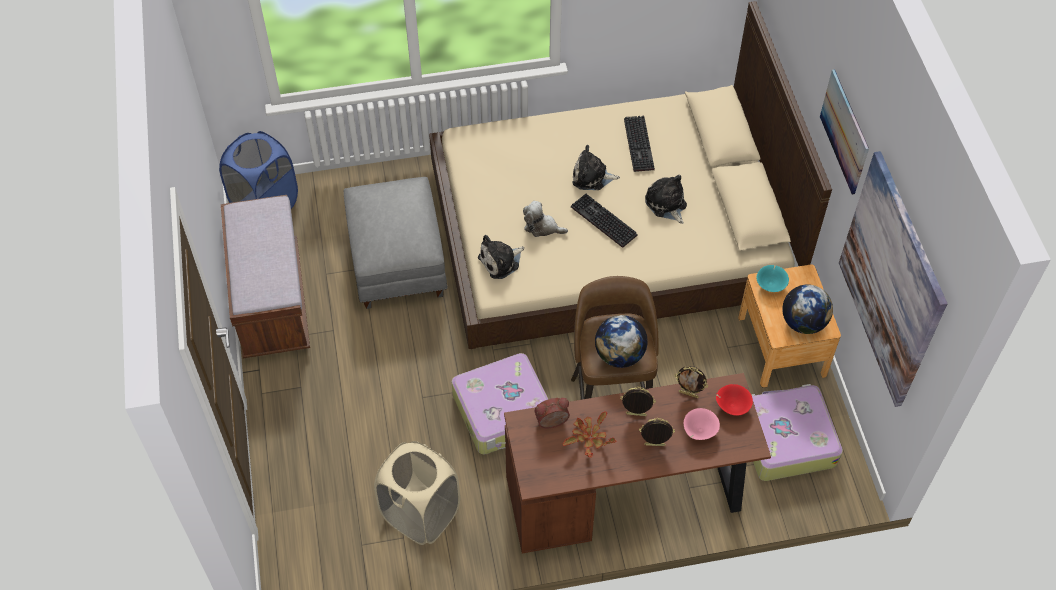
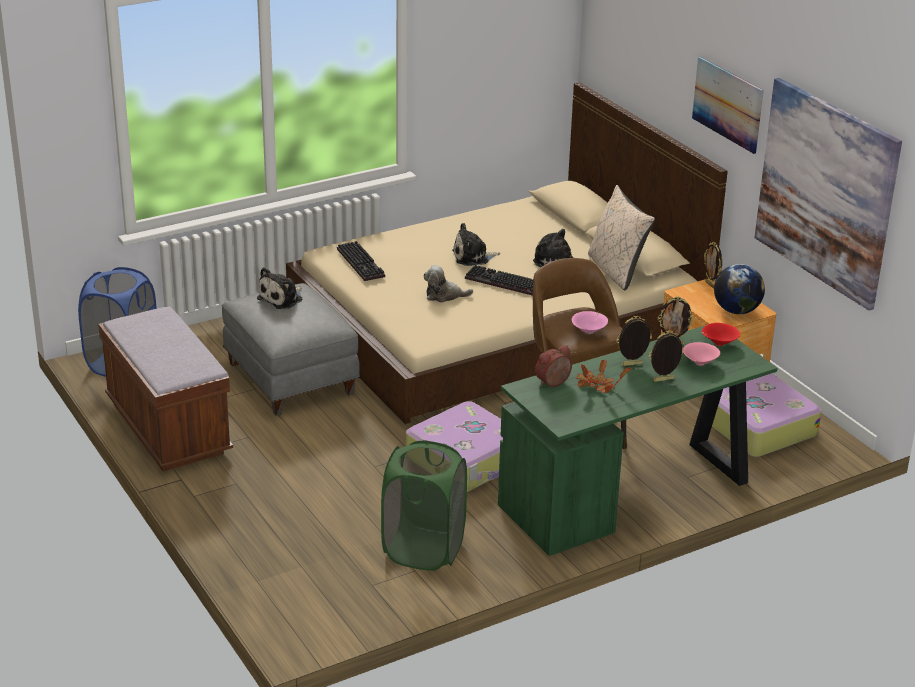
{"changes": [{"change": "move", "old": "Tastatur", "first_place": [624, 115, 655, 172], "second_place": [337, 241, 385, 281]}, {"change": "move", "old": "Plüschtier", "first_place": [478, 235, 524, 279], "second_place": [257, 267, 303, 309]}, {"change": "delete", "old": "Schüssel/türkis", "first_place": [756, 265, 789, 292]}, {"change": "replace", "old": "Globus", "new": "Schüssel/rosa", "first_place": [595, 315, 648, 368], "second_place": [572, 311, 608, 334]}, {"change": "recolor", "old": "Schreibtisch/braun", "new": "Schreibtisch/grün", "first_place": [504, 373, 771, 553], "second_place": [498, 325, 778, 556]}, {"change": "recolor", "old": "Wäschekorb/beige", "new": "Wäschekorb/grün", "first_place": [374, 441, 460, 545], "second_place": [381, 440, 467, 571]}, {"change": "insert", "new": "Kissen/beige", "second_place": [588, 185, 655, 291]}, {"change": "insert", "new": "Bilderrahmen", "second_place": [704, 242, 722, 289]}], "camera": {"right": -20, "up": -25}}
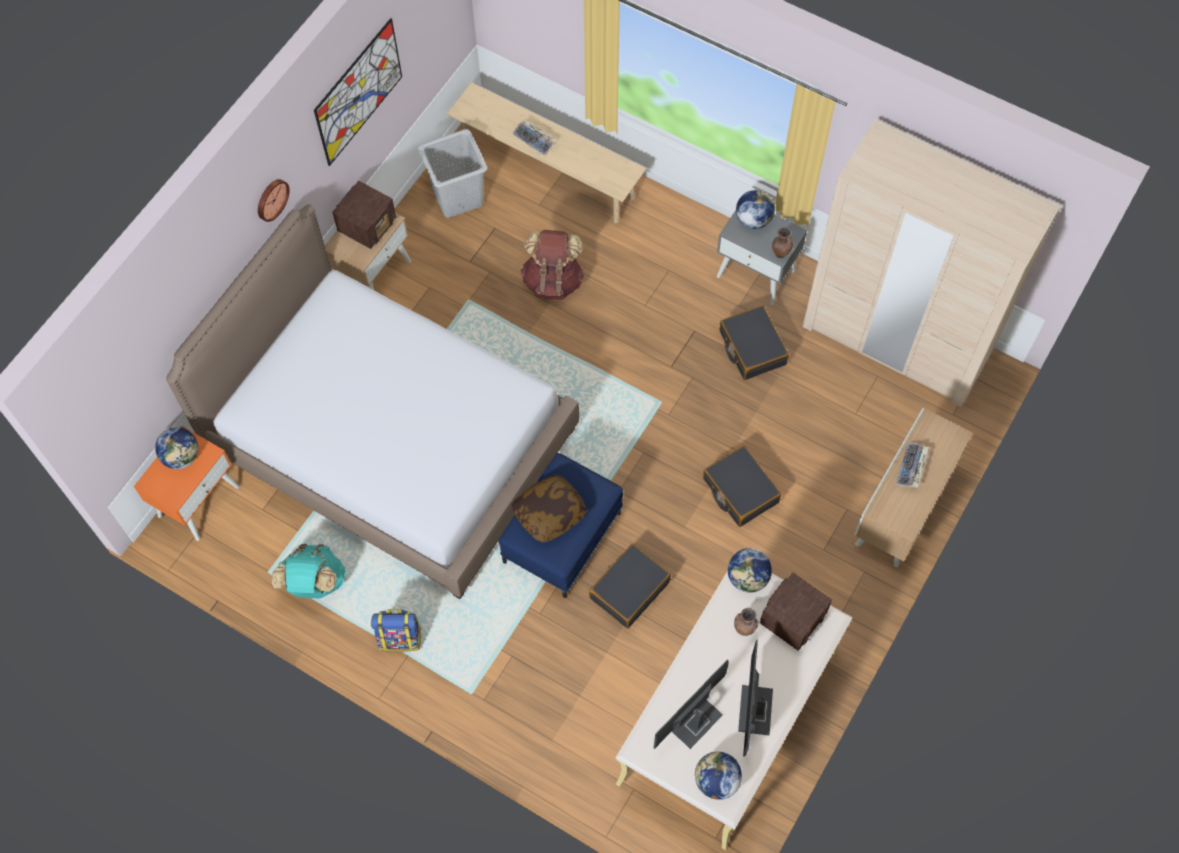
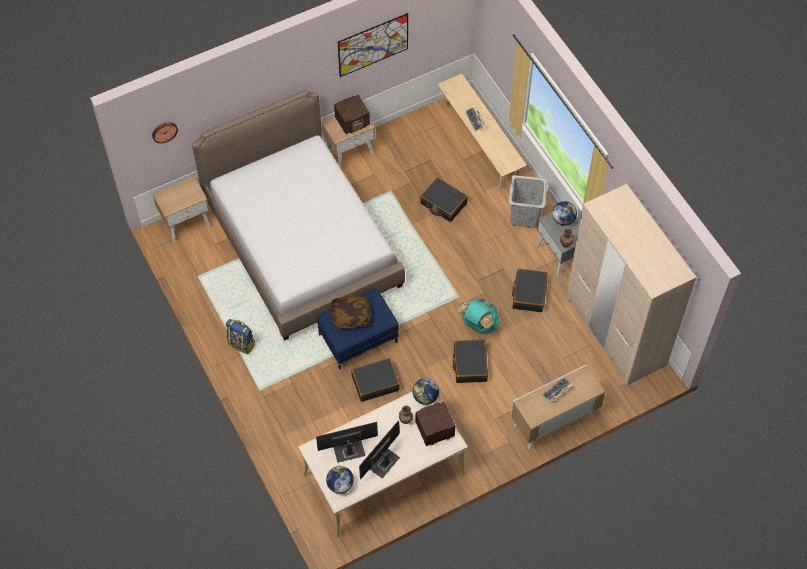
{"changes": [{"change": "move", "old": "Wäschekorb/grau", "first_place": [418, 129, 487, 218], "second_place": [509, 175, 547, 228]}, {"change": "move", "old": "Wanduhr", "first_place": [258, 179, 289, 222], "second_place": [152, 122, 178, 143]}, {"change": "replace", "old": "Rucksack/braun", "new": "Koffer/schwarz", "first_place": [521, 230, 584, 300], "second_place": [420, 177, 468, 222]}, {"change": "recolor", "old": "Nachttisch/orange", "new": "Nachttisch/beige", "first_place": [134, 426, 240, 541], "second_place": [152, 176, 211, 243]}, {"change": "delete", "old": "Globus", "first_place": [155, 427, 198, 469]}, {"change": "move", "old": "Rucksack/türkis", "first_place": [272, 544, 346, 598], "second_place": [458, 299, 500, 333]}], "camera": {"right": 30, "up": -5}}
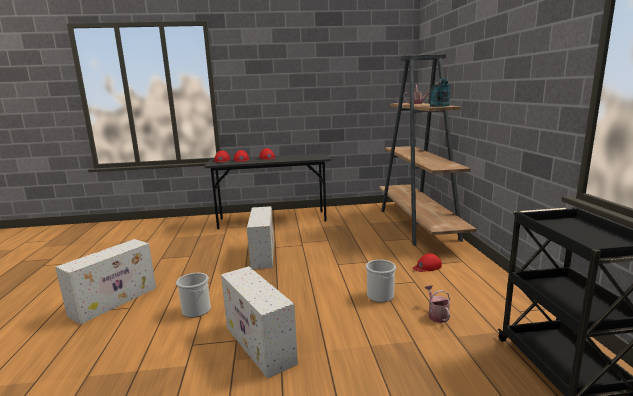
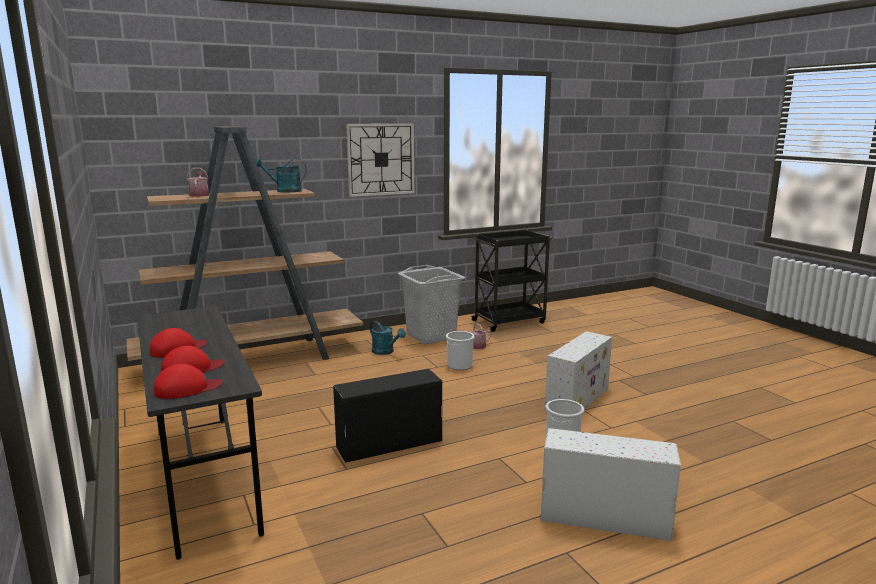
{"changes": [{"change": "recolor", "old": "Aufbewahrungsbox/weiß", "new": "Aufbewahrungsbox/schwarz", "first_place": [247, 206, 274, 269], "second_place": [333, 369, 442, 463]}, {"change": "replace", "old": "Kappe/rot", "new": "Gießkanne/türkis", "first_place": [413, 253, 442, 272], "second_place": [370, 321, 406, 355]}, {"change": "insert", "new": "Wanduhr", "second_place": [346, 123, 414, 197]}, {"change": "insert", "new": "Wäschekorb/grau", "second_place": [398, 265, 465, 344]}], "camera": {"right": -110, "up": 0}}
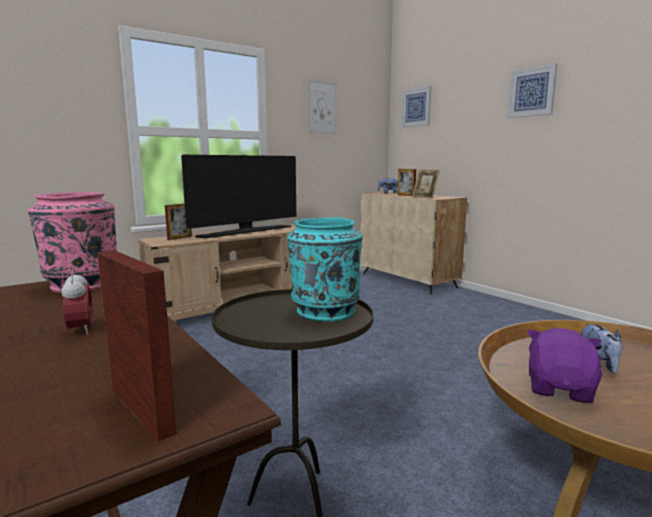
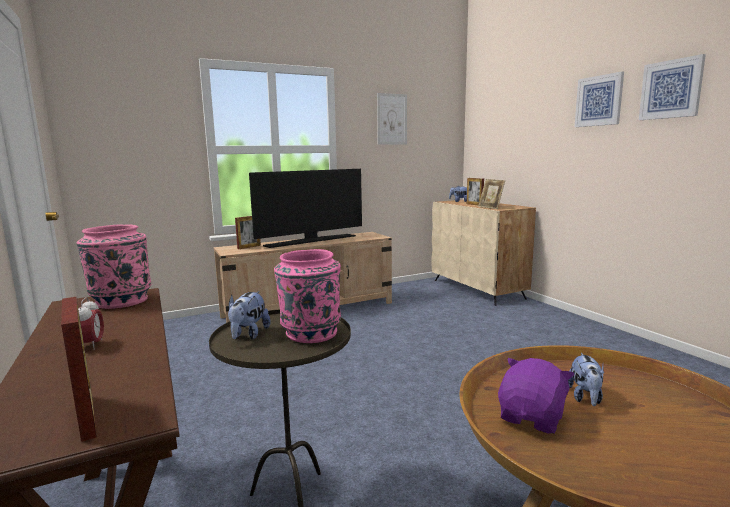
{"changes": [{"change": "move", "old": "Bild", "first_place": [401, 86, 432, 127], "second_place": [639, 54, 706, 120]}, {"change": "recolor", "old": "Vase/türkis", "new": "Vase/rosa", "first_place": [287, 217, 363, 322], "second_place": [274, 249, 341, 343]}, {"change": "insert", "new": "Plüschtier", "second_place": [228, 291, 271, 339]}], "camera": {"right": 10, "up": 0}}
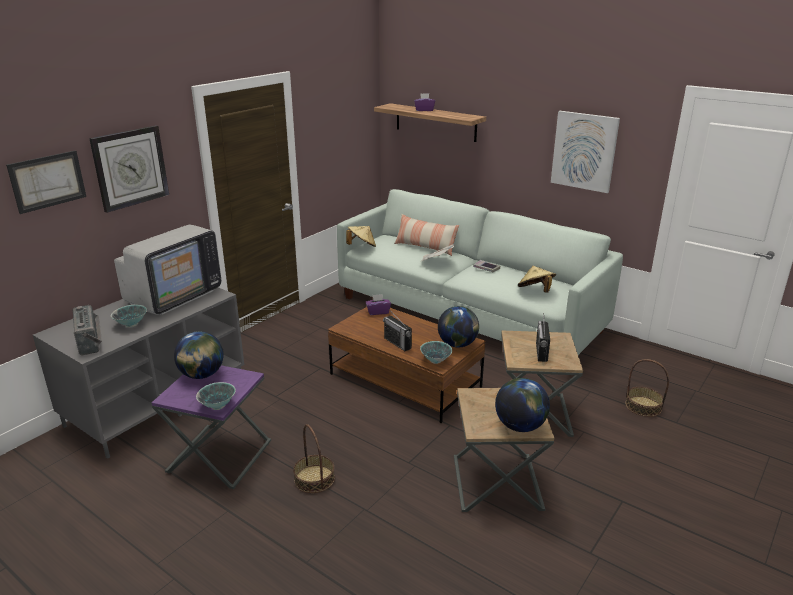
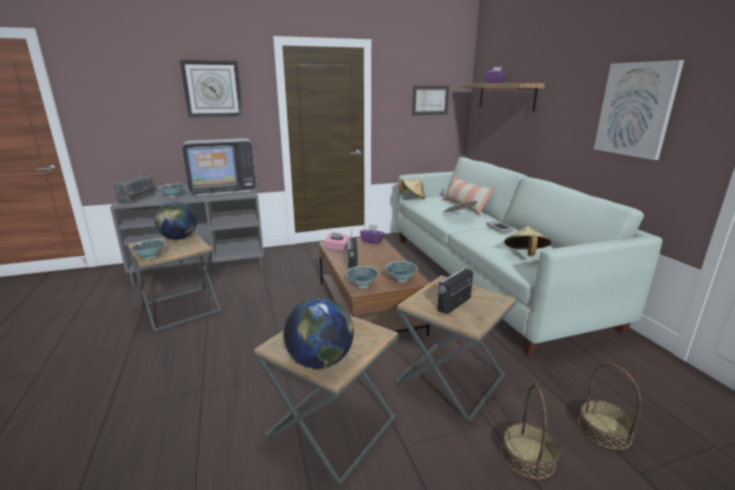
{"changes": [{"change": "move", "old": "Bild", "first_place": [6, 150, 86, 214], "second_place": [412, 86, 449, 115]}, {"change": "replace", "old": "Globus", "new": "Schüssel", "first_place": [438, 306, 479, 347], "second_place": [385, 261, 418, 283]}, {"change": "recolor", "old": "Beistelltisch/lila", "new": "Beistelltisch/braun", "first_place": [152, 365, 271, 489], "second_place": [127, 232, 222, 332]}, {"change": "move", "old": "Korb", "first_place": [293, 424, 335, 493], "second_place": [501, 384, 559, 480]}, {"change": "insert", "new": "Taschentuchbox/rosa", "second_place": [324, 232, 350, 251]}], "camera": {"right": 35, "up": -5}}
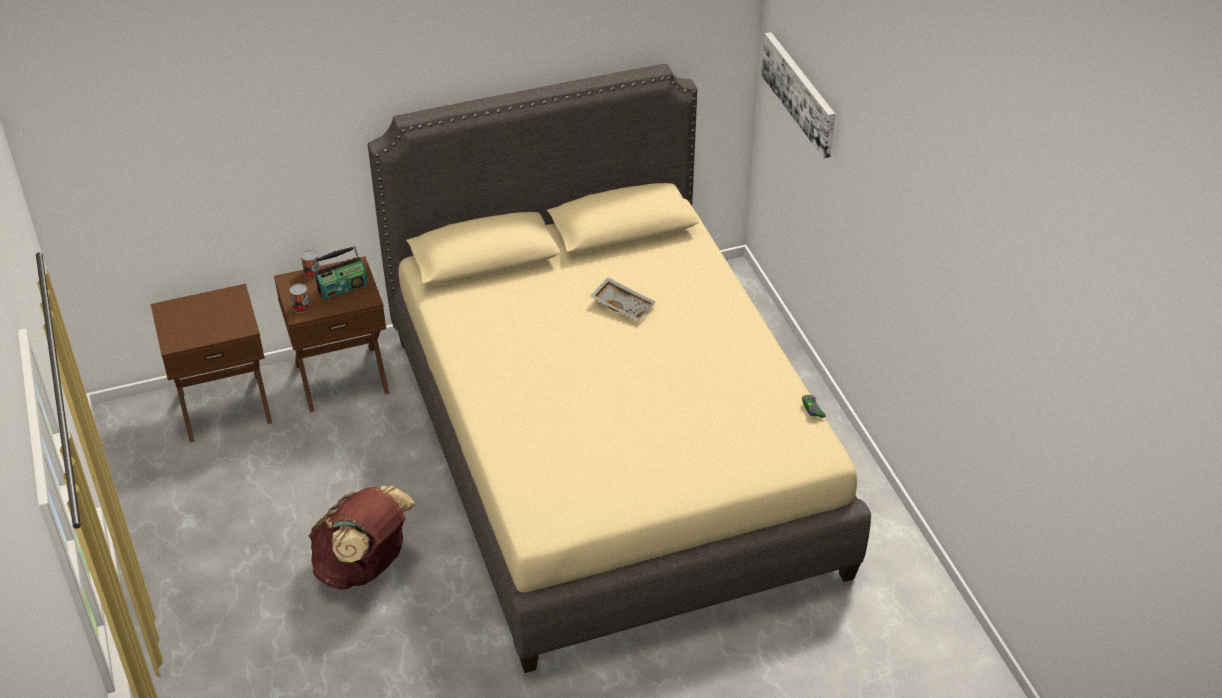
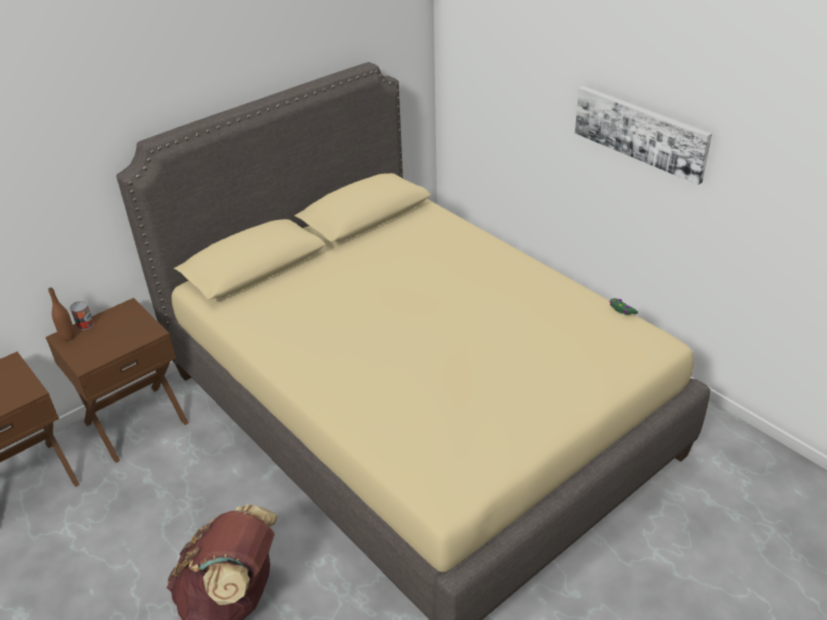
{"changes": [{"change": "move", "old": "Bild", "first_place": [762, 32, 835, 158], "second_place": [575, 86, 712, 185]}, {"change": "delete", "old": "Radio", "first_place": [313, 246, 367, 300]}, {"change": "delete", "old": "Tablett/grau", "first_place": [590, 277, 656, 322]}, {"change": "delete", "old": "Dose", "first_place": [290, 284, 310, 313]}, {"change": "insert", "new": "Flasche/braun", "second_place": [48, 287, 75, 341]}], "camera": {"right": -20, "up": -5}}
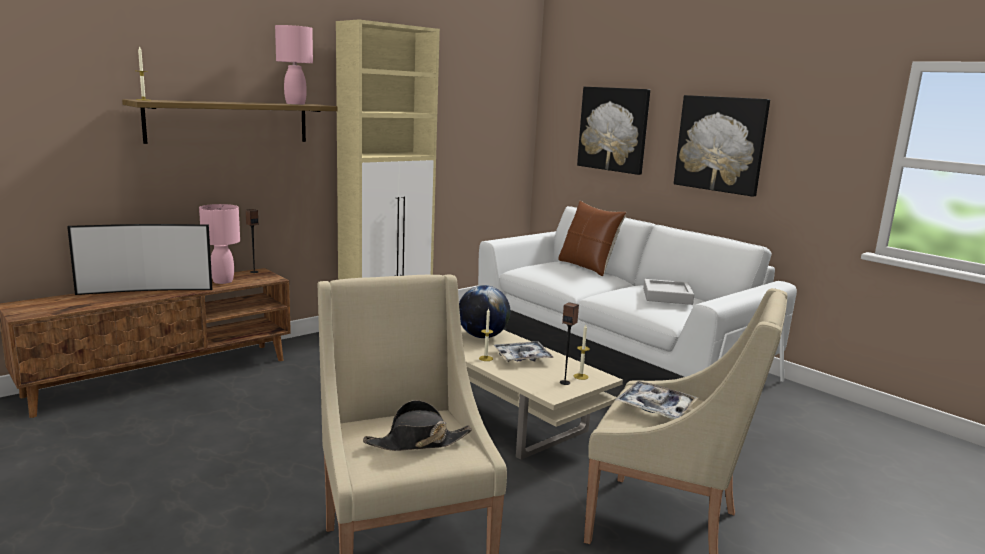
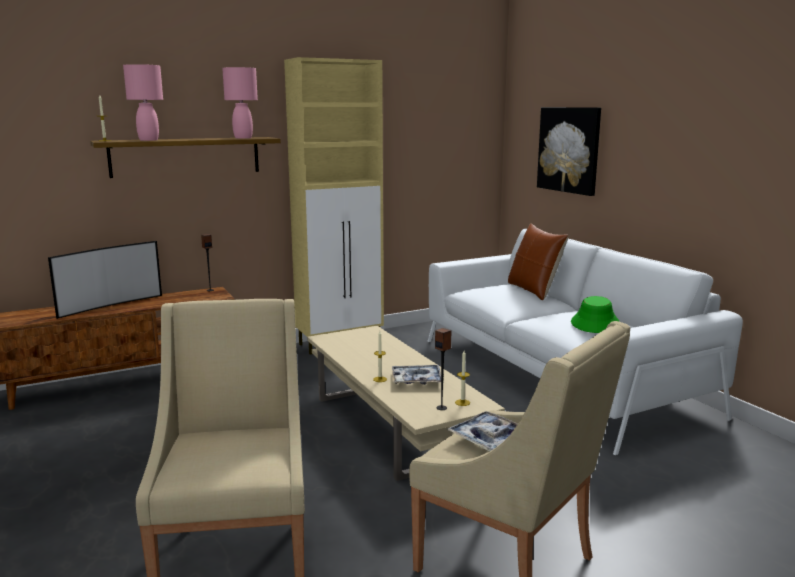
{"changes": [{"change": "delete", "old": "Bild", "first_place": [674, 95, 770, 197]}, {"change": "move", "old": "Tischlampe/rosa", "first_place": [199, 204, 240, 284], "second_place": [123, 64, 163, 141]}, {"change": "rotate", "old": "Fernseher", "first_place": [67, 224, 213, 295], "second_place": [48, 241, 162, 319], "degrees": -45}, {"change": "replace", "old": "Tablett/grau", "new": "Hut/grün", "first_place": [643, 279, 694, 305], "second_place": [571, 296, 620, 333]}, {"change": "delete", "old": "Globus", "first_place": [459, 285, 510, 338]}, {"change": "delete", "old": "Hut/schwarz", "first_place": [363, 400, 472, 451]}], "camera": {"right": 15, "up": 0}}
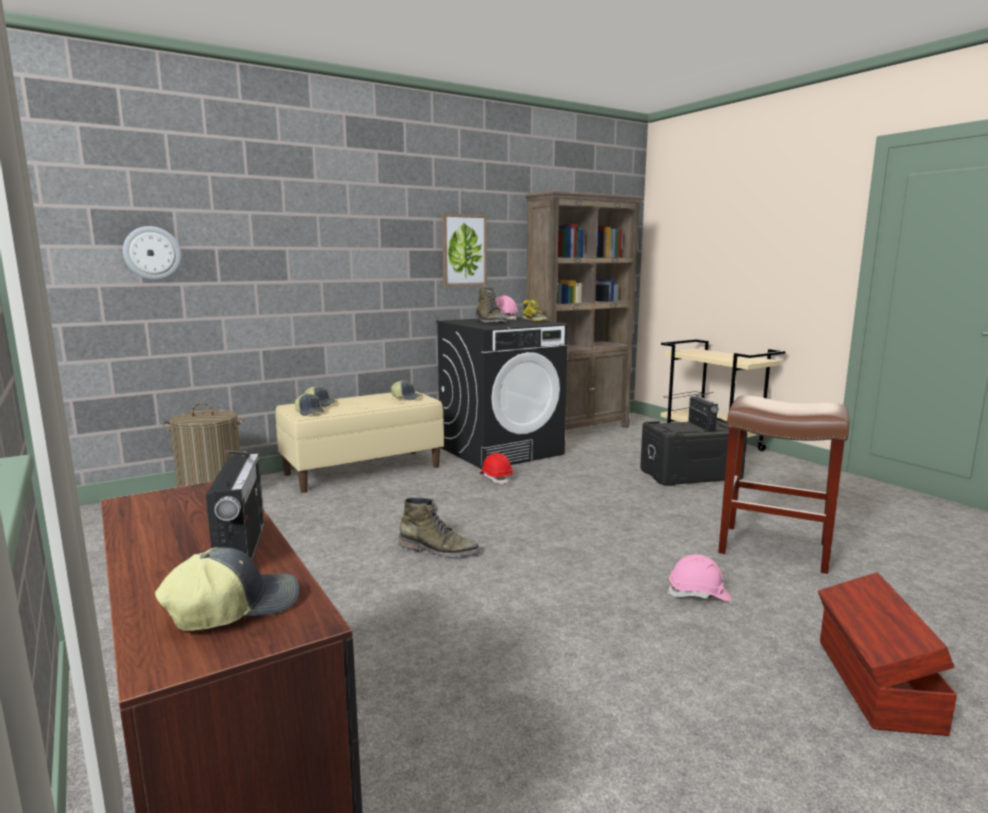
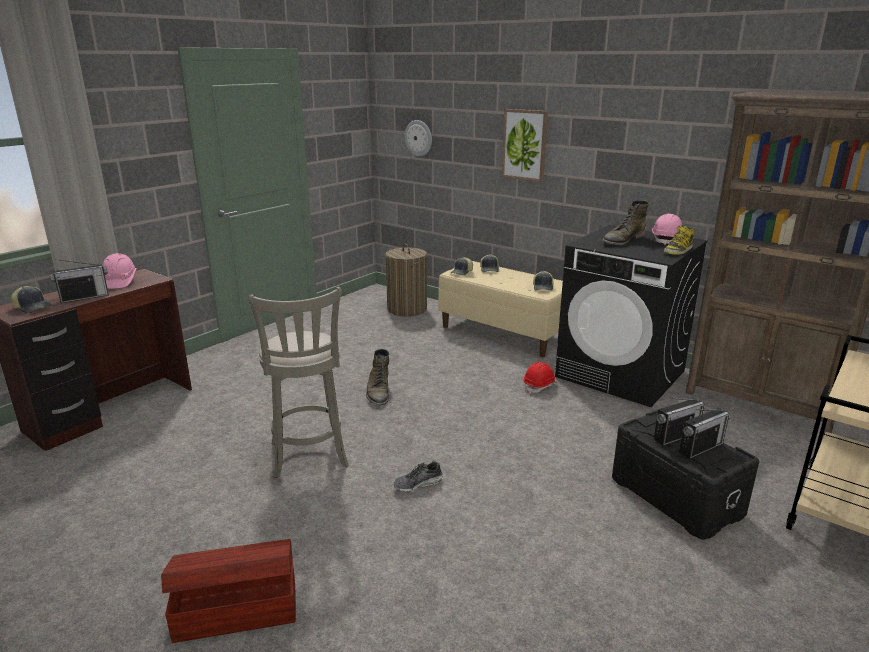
{"changes": [{"change": "move", "old": "Bild", "first_place": [442, 214, 487, 286], "second_place": [502, 109, 548, 182]}, {"change": "delete", "old": "Hocker/braun", "first_place": [718, 395, 849, 574]}, {"change": "move", "old": "Schutzhelm/rosa", "first_place": [668, 554, 731, 602], "second_place": [103, 253, 137, 289]}, {"change": "insert", "new": "Hocker/grau", "second_place": [249, 287, 349, 478]}, {"change": "insert", "new": "Radio", "second_place": [654, 397, 706, 446]}, {"change": "insert", "new": "Schuh", "second_place": [394, 460, 443, 493]}], "camera": {"right": 70, "up": 10}}
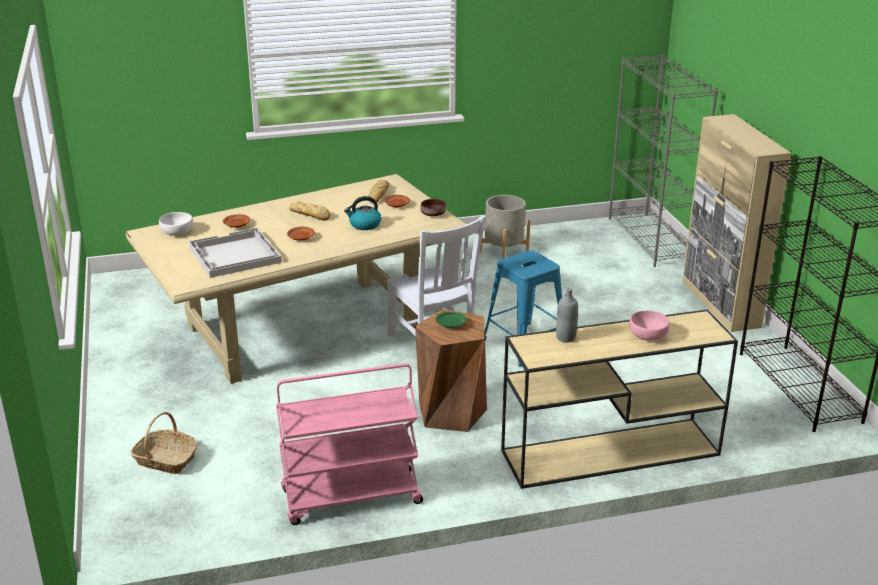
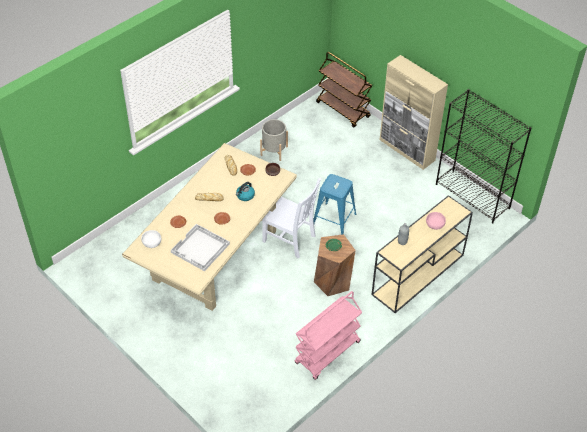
{"changes": [{"change": "replace", "old": "Bücherregal/grau", "new": "Rollwagen/braun", "first_place": [609, 55, 718, 267], "second_place": [316, 52, 372, 128]}, {"change": "delete", "old": "Korb", "first_place": [130, 412, 198, 474]}], "camera": {"right": -30, "up": 20}}
